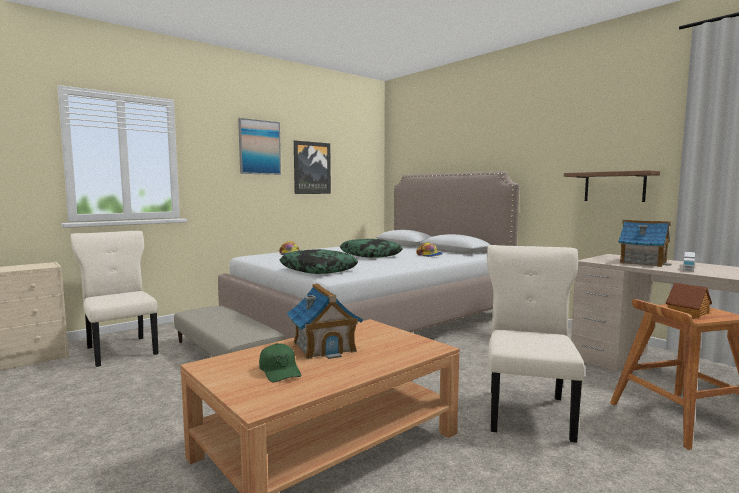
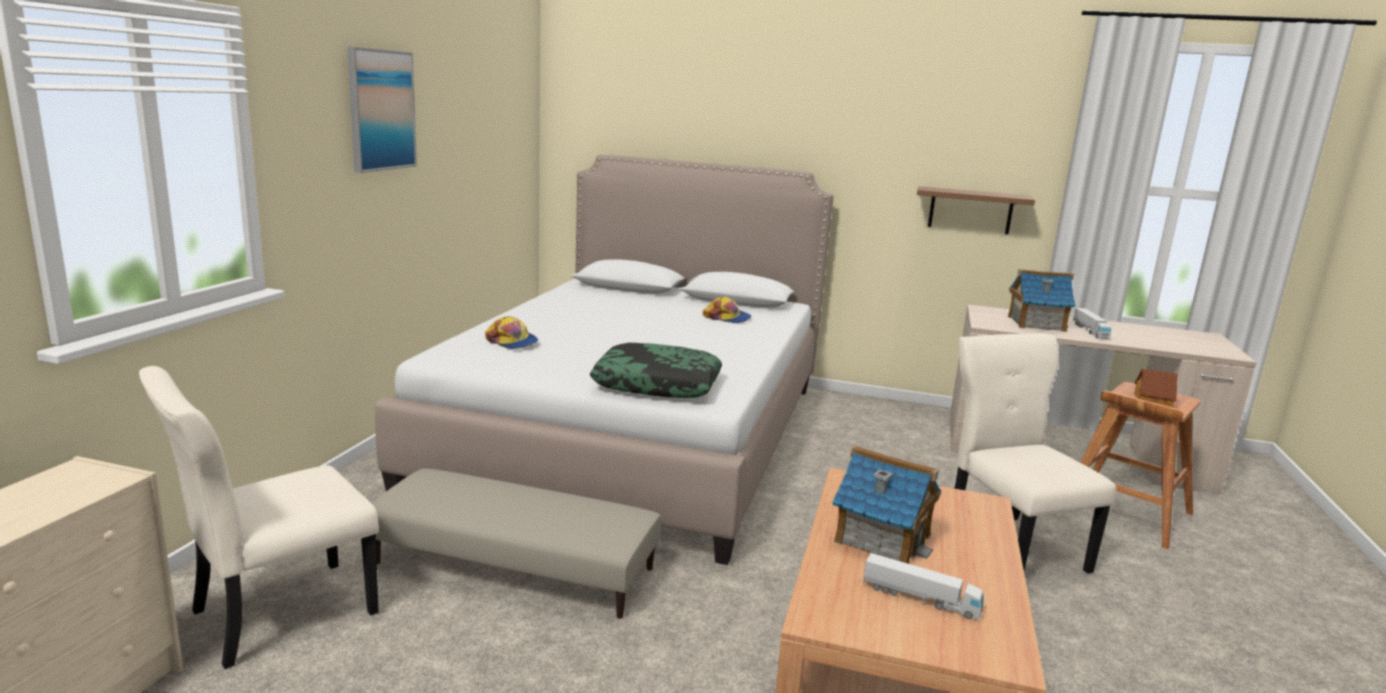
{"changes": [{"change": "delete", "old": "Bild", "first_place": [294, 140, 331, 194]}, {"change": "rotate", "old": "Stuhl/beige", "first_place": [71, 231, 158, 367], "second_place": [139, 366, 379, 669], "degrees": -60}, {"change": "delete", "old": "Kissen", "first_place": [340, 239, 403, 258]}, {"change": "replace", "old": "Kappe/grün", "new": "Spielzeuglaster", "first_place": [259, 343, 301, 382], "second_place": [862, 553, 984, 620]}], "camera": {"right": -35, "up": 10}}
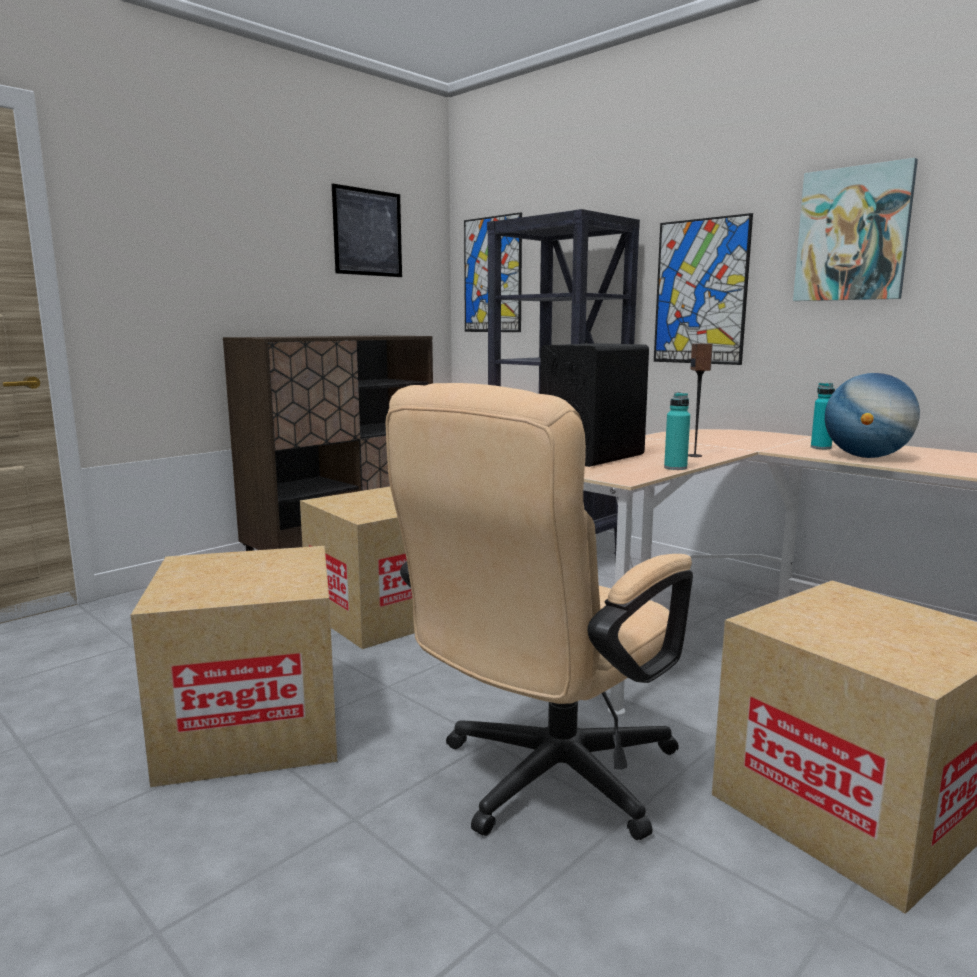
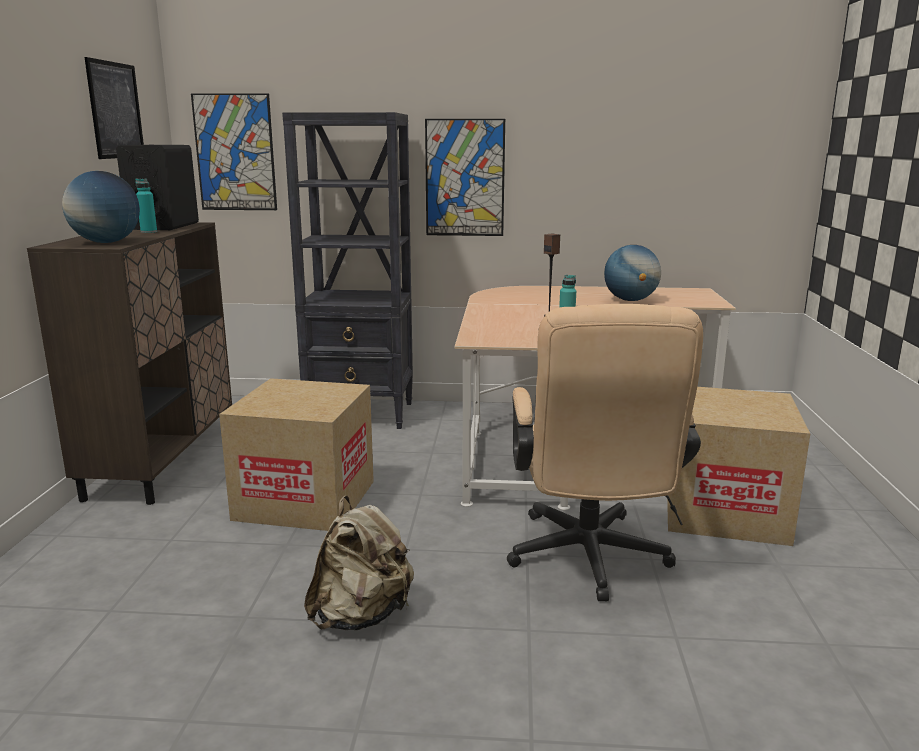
{"changes": [{"change": "delete", "old": "Bild", "first_place": [793, 158, 918, 301]}, {"change": "move", "old": "Lautsprecher/schwarz", "first_place": [540, 343, 649, 467], "second_place": [116, 145, 199, 230]}, {"change": "move", "old": "Flasche/türkis", "first_place": [811, 383, 835, 449], "second_place": [136, 178, 157, 233]}, {"change": "replace", "old": "Karton", "new": "Rucksack/beige", "first_place": [131, 546, 337, 787], "second_place": [304, 496, 414, 630]}, {"change": "insert", "new": "Globus", "second_place": [62, 171, 140, 243]}], "camera": {"right": -40, "up": 5}}
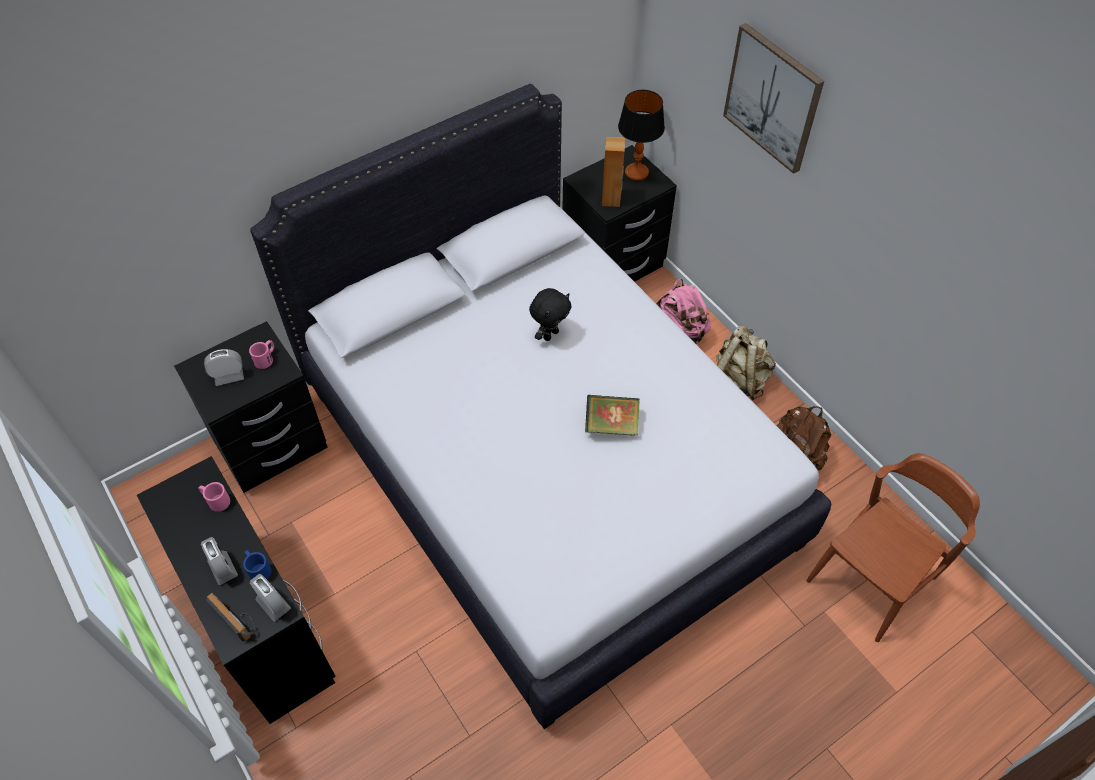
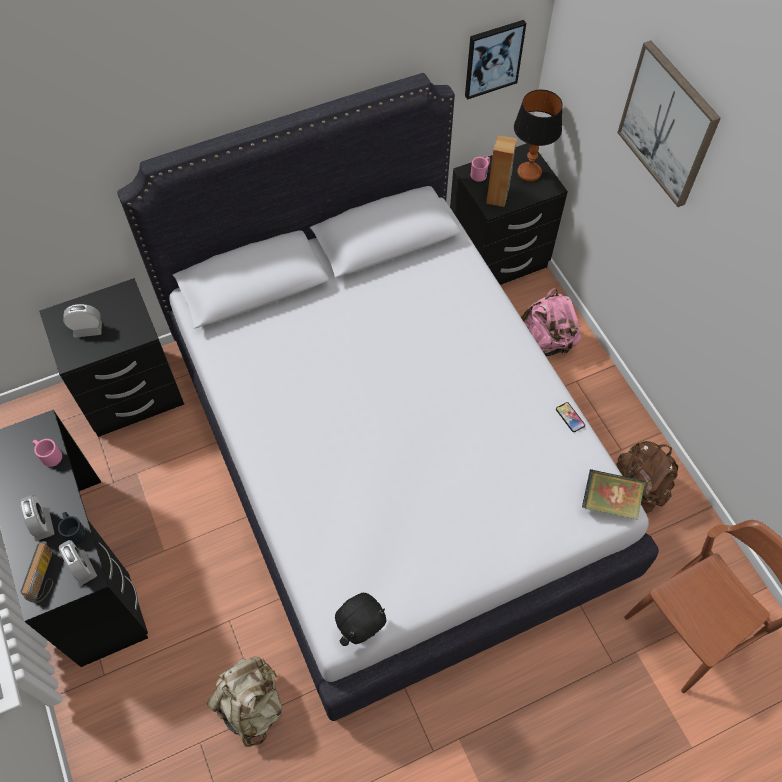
{"changes": [{"change": "move", "old": "Plüschtier/schwarz", "first_place": [529, 288, 571, 341], "second_place": [335, 593, 386, 646]}, {"change": "move", "old": "Rucksack/beige", "first_place": [716, 326, 776, 400], "second_place": [207, 656, 282, 747]}, {"change": "move", "old": "Henkelbecher/rosa", "first_place": [249, 340, 274, 369], "second_place": [471, 157, 490, 182]}, {"change": "move", "old": "Buch", "first_place": [585, 395, 640, 436], "second_place": [582, 469, 645, 520]}, {"change": "recolor", "old": "Henkelbecher/blau", "new": "Henkelbecher/schwarz", "first_place": [243, 550, 271, 579], "second_place": [58, 512, 87, 545]}, {"change": "rotate", "old": "Radio", "first_place": [206, 593, 256, 642], "second_place": [20, 543, 53, 603], "degrees": 45}, {"change": "insert", "new": "Bild", "second_place": [465, 20, 526, 99]}, {"change": "insert", "new": "Handy", "second_place": [556, 402, 585, 432]}], "camera": {"right": 10, "up": 5}}
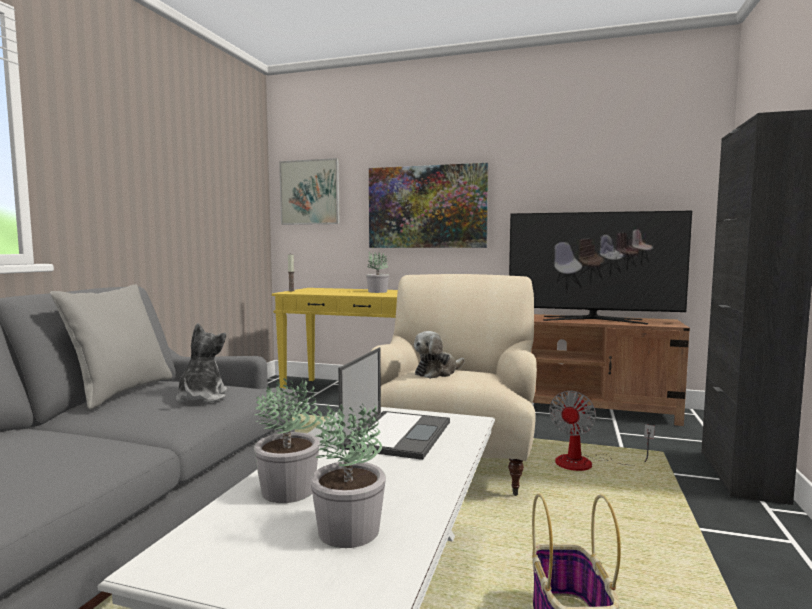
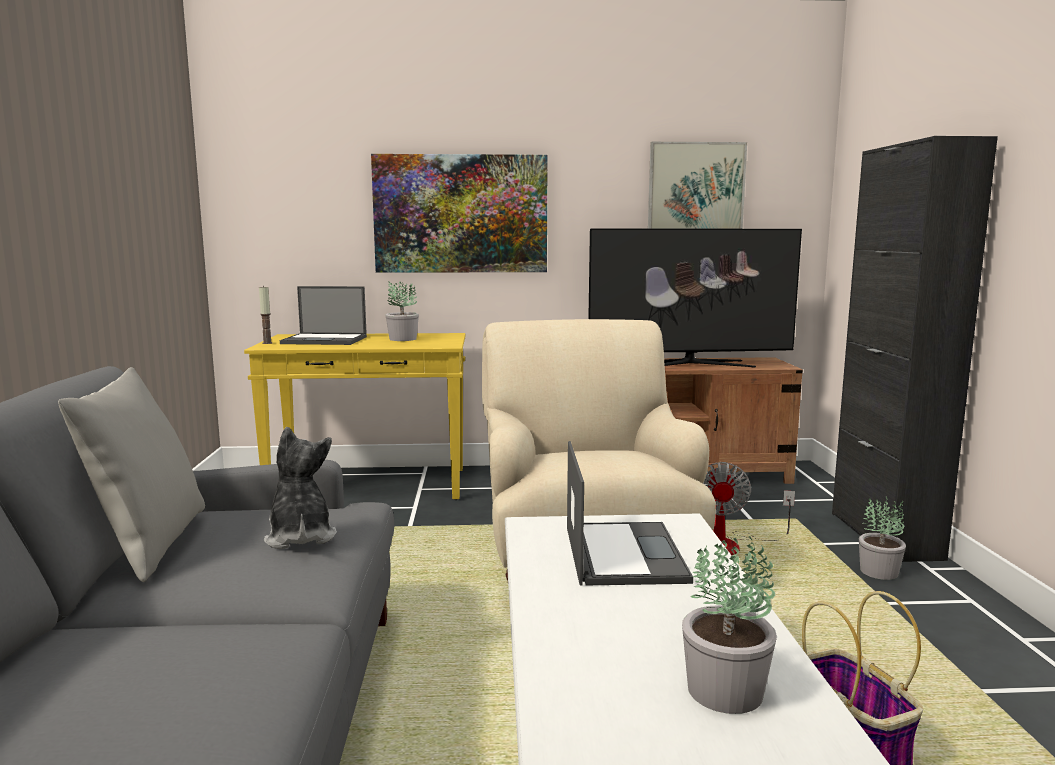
{"changes": [{"change": "move", "old": "Bild", "first_place": [279, 158, 340, 225], "second_place": [648, 142, 747, 229]}, {"change": "delete", "old": "Plüschtier", "first_place": [414, 331, 465, 379]}, {"change": "move", "old": "Topfpflanze", "first_place": [254, 377, 320, 503], "second_place": [859, 496, 906, 580]}, {"change": "insert", "new": "Laptop", "second_place": [280, 286, 367, 345]}], "camera": {"right": -20, "up": 5}}
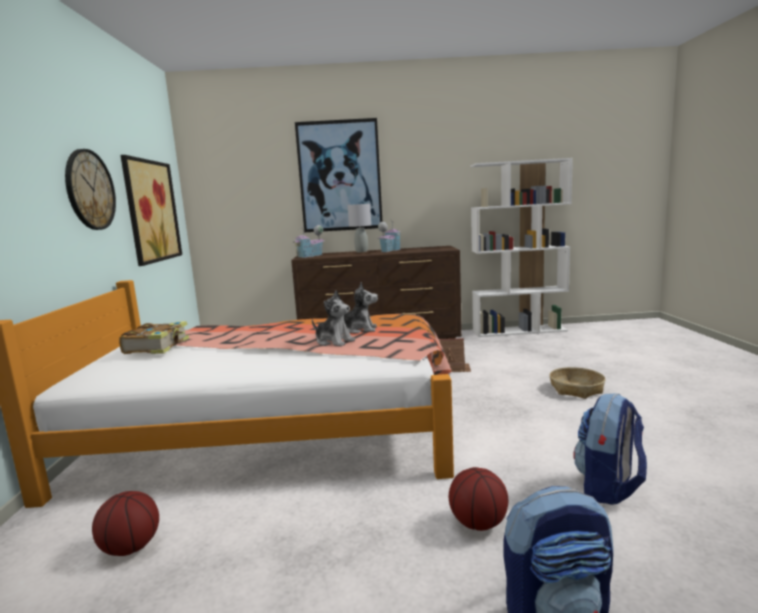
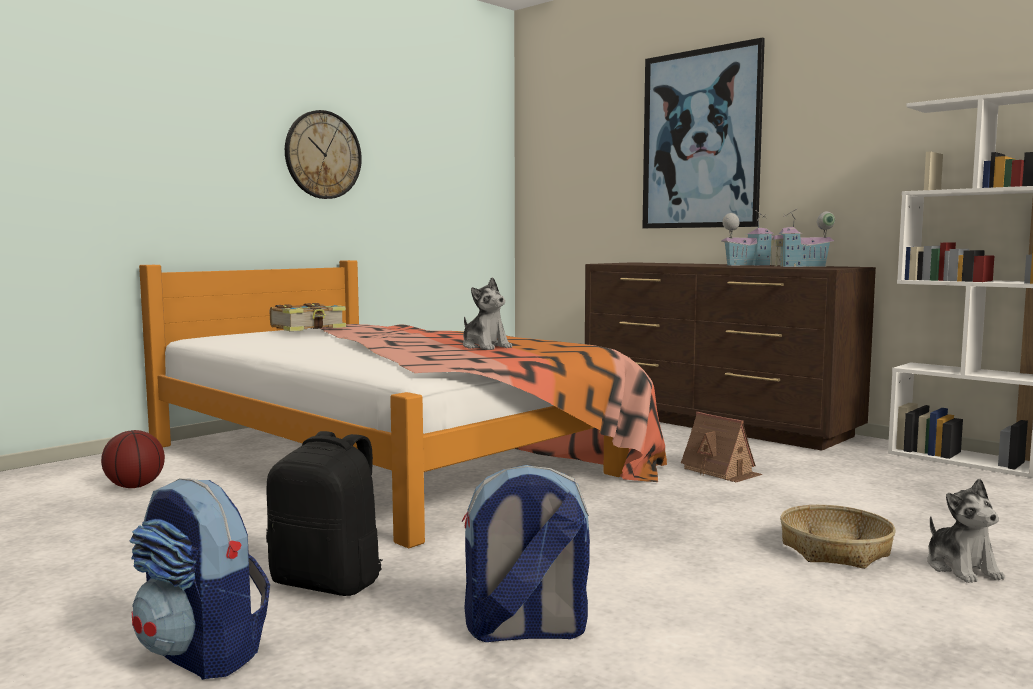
{"changes": [{"change": "delete", "old": "Bild", "first_place": [120, 155, 182, 266]}, {"change": "delete", "old": "Tischlampe/grau", "first_place": [348, 204, 371, 252]}, {"change": "move", "old": "Spielzeughaus", "first_place": [293, 224, 324, 258], "second_place": [772, 208, 835, 267]}, {"change": "move", "old": "Plüschtier", "first_place": [312, 291, 355, 347], "second_place": [927, 479, 1005, 583]}, {"change": "replace", "old": "Basketball", "new": "Rucksack/schwarz", "first_place": [449, 467, 508, 531], "second_place": [266, 431, 383, 596]}], "camera": {"right": 45, "up": -5}}
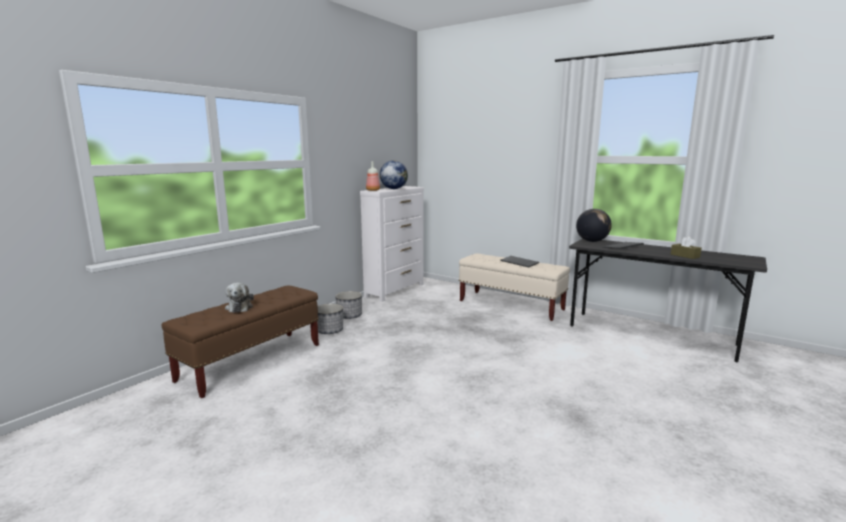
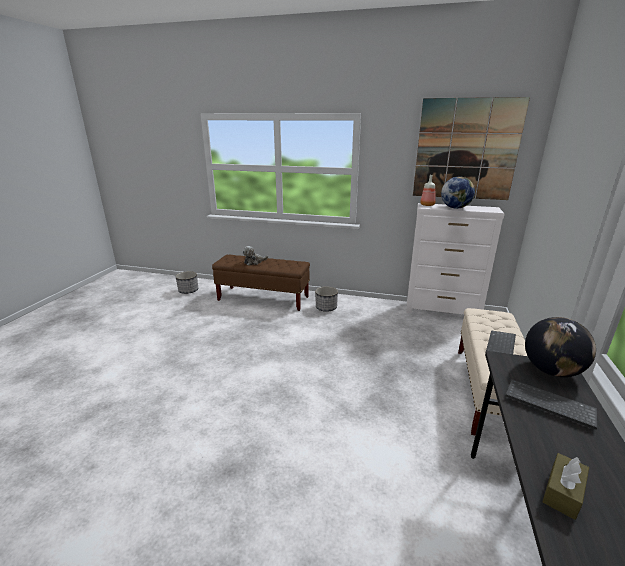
{"changes": [{"change": "move", "old": "Pflanzkübel", "first_place": [335, 291, 362, 319], "second_place": [175, 271, 198, 294]}, {"change": "insert", "new": "Bild", "second_place": [413, 97, 530, 200]}], "camera": {"right": 70, "up": 10}}
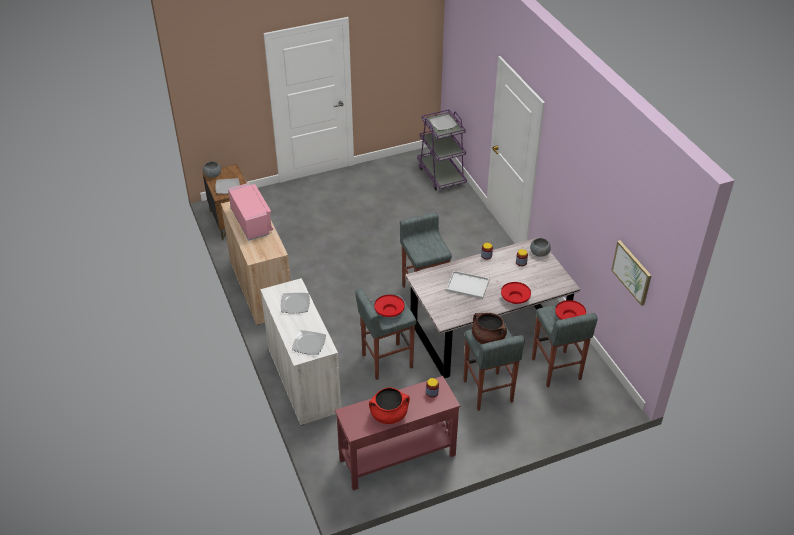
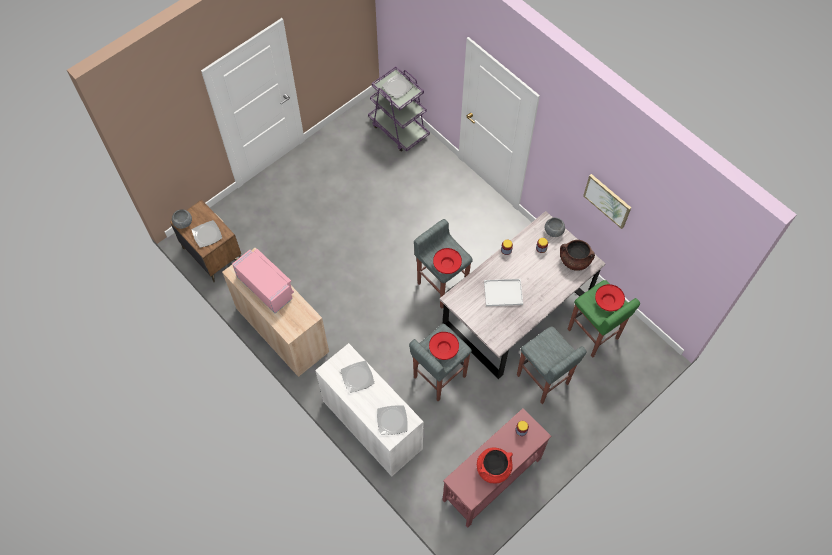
{"changes": [{"change": "move", "old": "Bild", "first_place": [611, 240, 652, 306], "second_place": [583, 174, 631, 229]}, {"change": "move", "old": "Schüssel/rot", "first_place": [501, 282, 531, 304], "second_place": [433, 248, 462, 274]}, {"change": "recolor", "old": "Hocker/grau", "new": "Hocker/grün", "first_place": [532, 305, 598, 388], "second_place": [568, 280, 640, 358]}, {"change": "move", "old": "Kochtopf/braun", "first_place": [472, 313, 507, 344], "second_place": [560, 240, 595, 271]}], "camera": {"right": -20, "up": 20}}
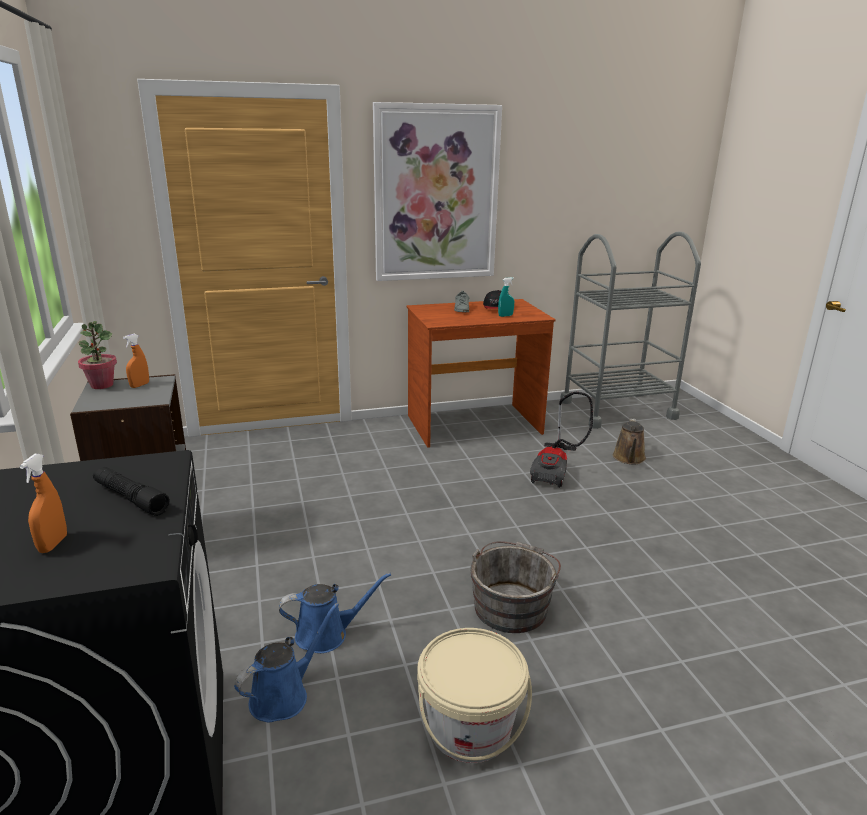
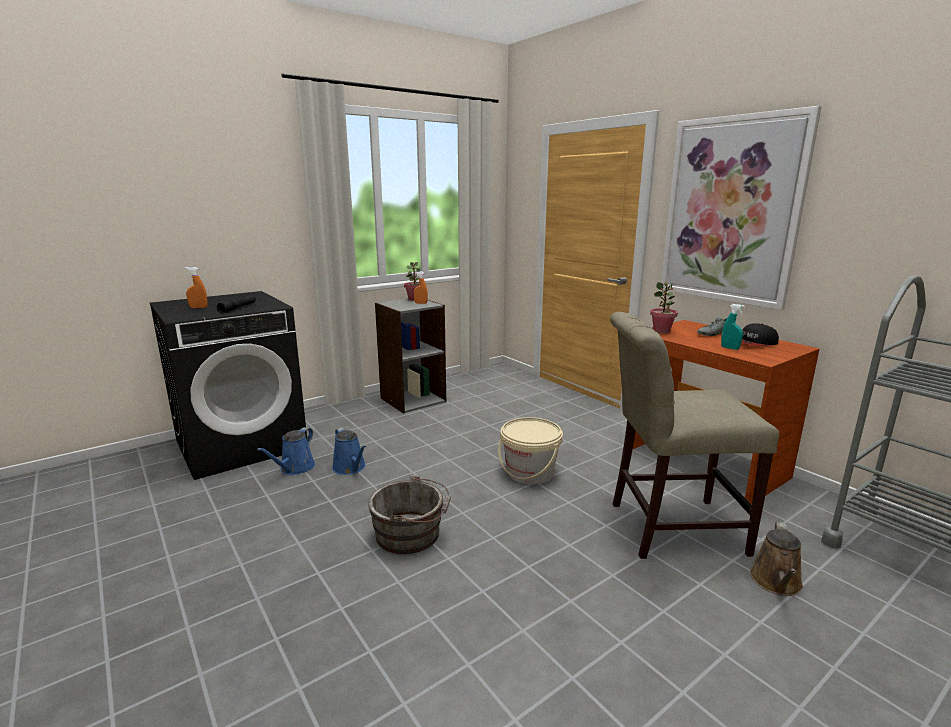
{"changes": [{"change": "replace", "old": "Staubsauger", "new": "Stuhl/beige", "first_place": [530, 392, 593, 488], "second_place": [610, 312, 779, 559]}, {"change": "rotate", "old": "Gießkanne/braun", "first_place": [613, 419, 646, 465], "second_place": [750, 522, 803, 596], "degrees": -60}, {"change": "rotate", "old": "Gießkanne/blau", "first_place": [234, 603, 339, 723], "second_place": [257, 427, 315, 475], "degrees": 90}, {"change": "move", "old": "Eimer/beige", "first_place": [417, 628, 532, 763], "second_place": [498, 417, 563, 484]}, {"change": "insert", "new": "Topfpflanze", "second_place": [650, 282, 678, 333]}], "camera": {"right": 70, "up": -5}}
